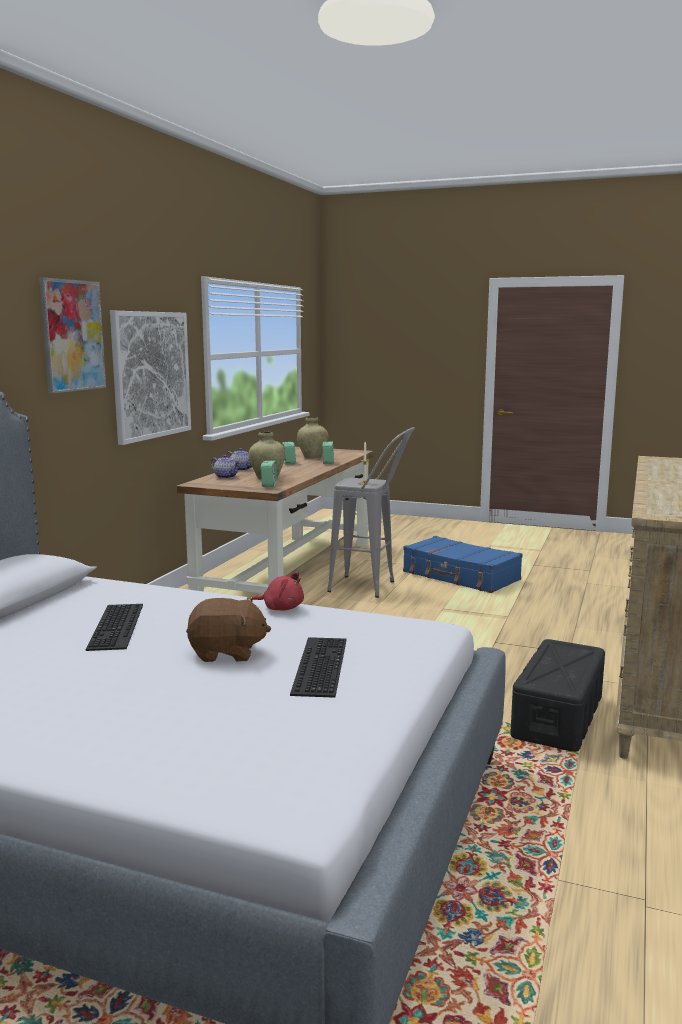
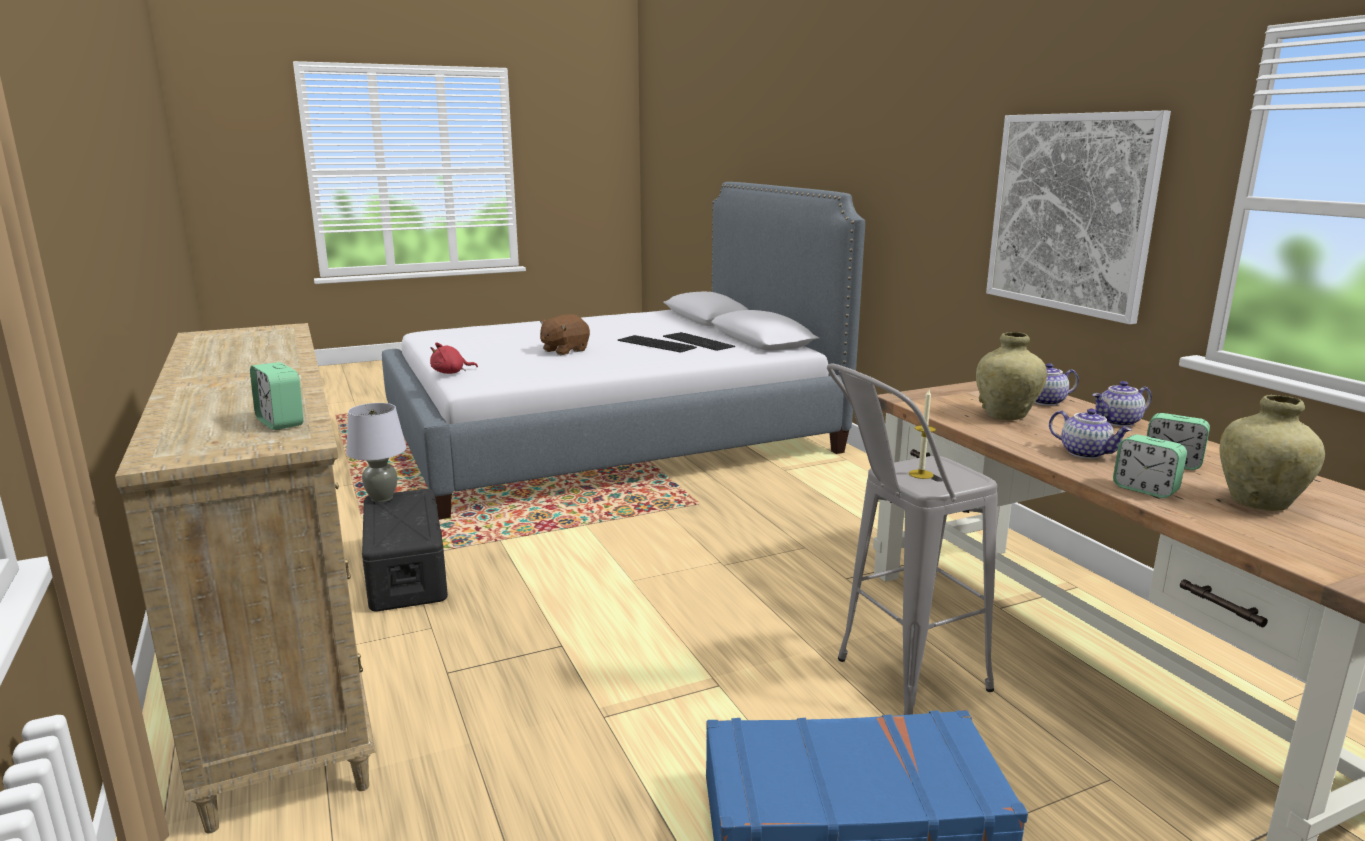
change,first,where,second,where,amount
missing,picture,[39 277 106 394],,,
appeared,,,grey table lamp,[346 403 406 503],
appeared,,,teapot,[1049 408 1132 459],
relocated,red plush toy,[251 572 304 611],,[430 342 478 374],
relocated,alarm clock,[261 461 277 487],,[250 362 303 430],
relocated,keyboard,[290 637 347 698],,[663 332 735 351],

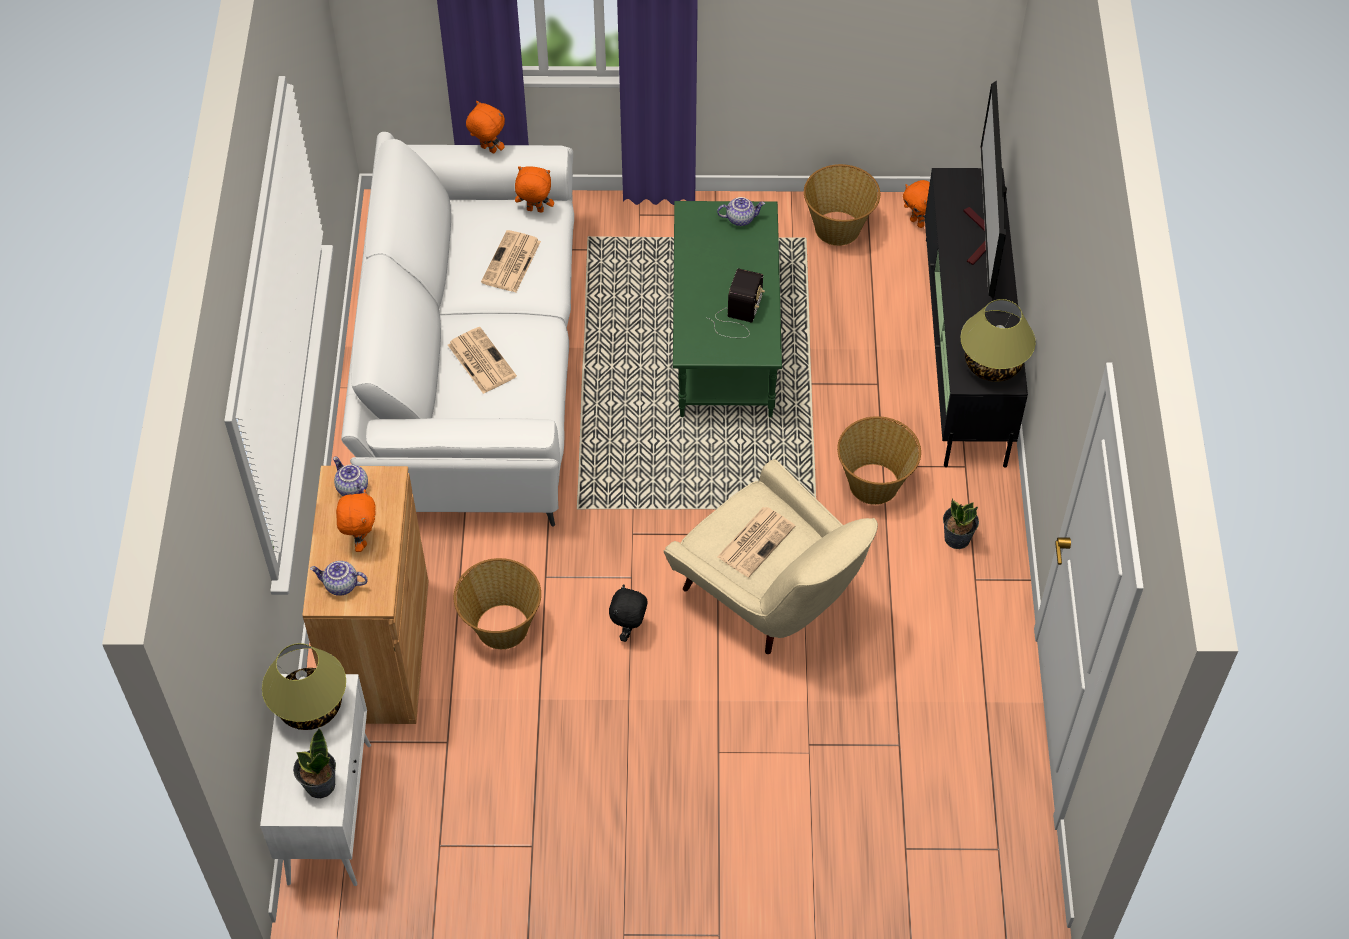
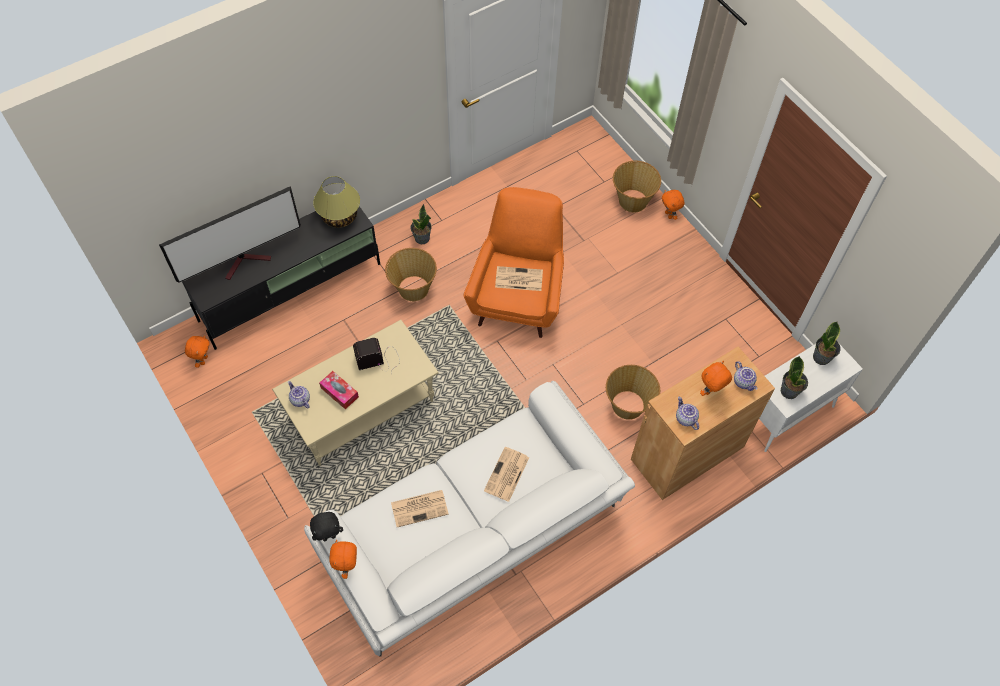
change,first,where,second,where,amount
appeared,,,tissue box,[319 371 359 409],
relocated,orange plush toy,[515 166 554 213],,[662 190 685 220],
relocated,black plush toy,[609 584 647 642],,[310 512 343 541],
relocated,basket,[804 164 880 246],,[613 161 661 212],
exchanged,table lamp,[262 643 346 730],potted plant,[781 356 808 399],
colour,beige armchair,[664 459 878 654],orange armchair,[463 187 564 338],
colour,green coffee table,[673 201 782 418],beige coffee table,[272 320 439 466],
spun,teapot,[333 457 368 496],,[676 397 699 430],135 degrees clockwise

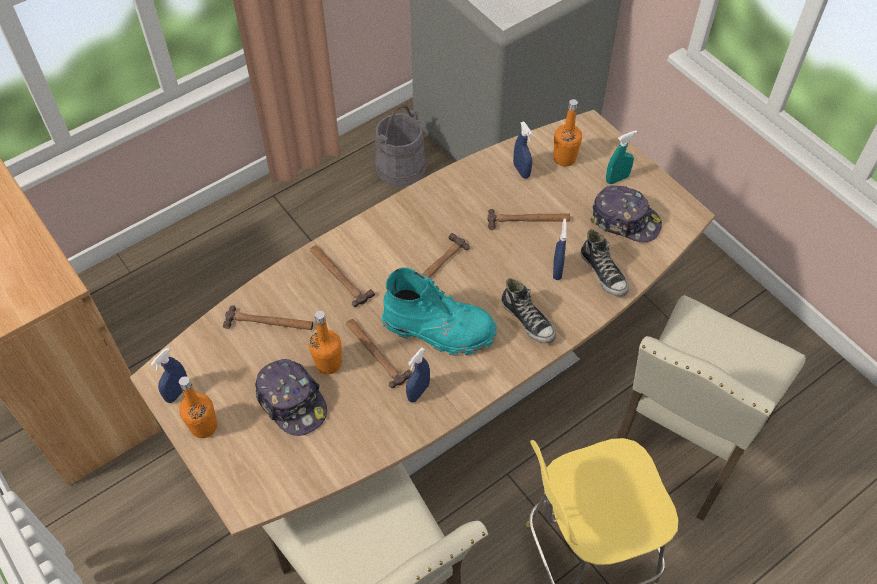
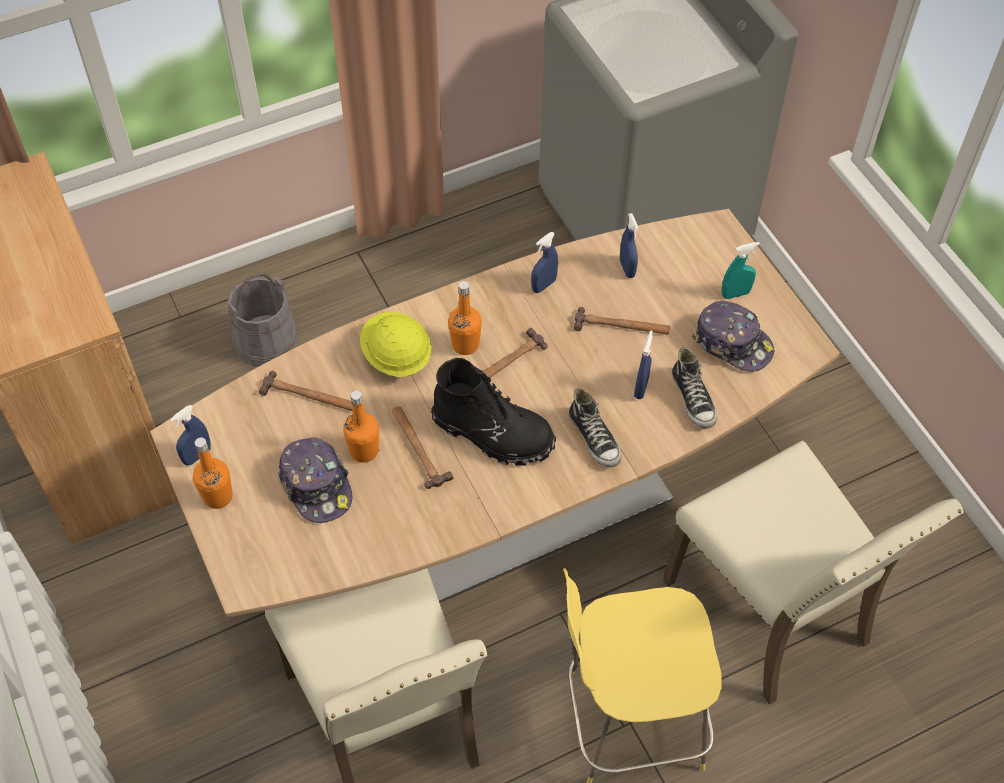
change,first,where,second,where,amount
relocated,grey bucket,[375 105 426 187],,[226 272 299 367],
relocated,blue spray bottle,[406 348 430 403],,[531 232 558 293],
relocated,orange bottle,[554 99 582 166],,[448 281 482 355],
exchanged,hammer,[310 245 375 307],yellow hard hat,[360 312 431 377],
colour,turquoise boot,[382 267 497 356],black boot,[431 358 556 466],
spun,beige chair,[616 295 806 521],,[663 440 964 705],75 degrees counterclockwise

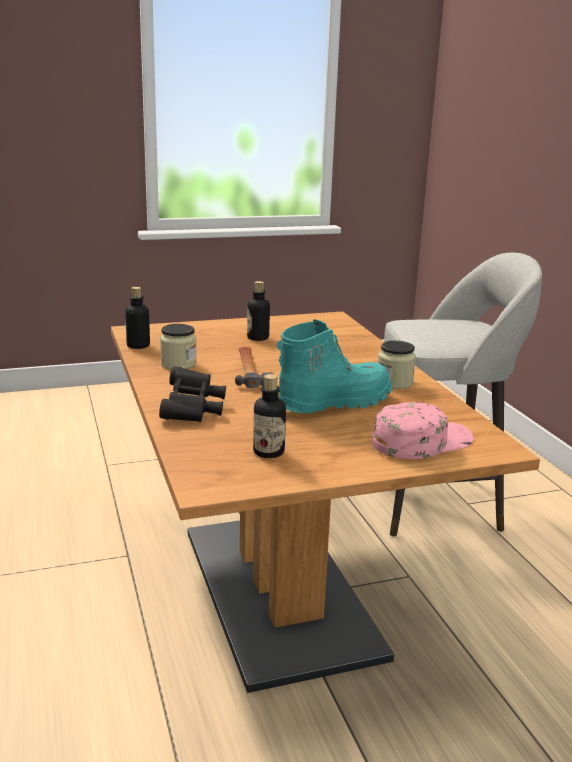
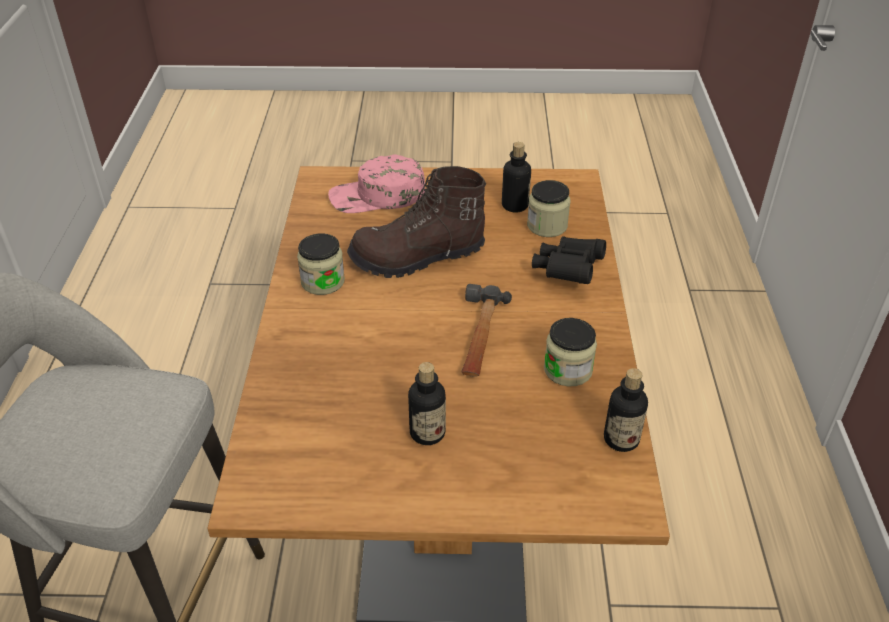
change,first,where,second,where,amount
appeared,,,jar,[527 180 571 237],
colour,turquoise boot,[277 319 392 414],brown boot,[347 166 486 278],

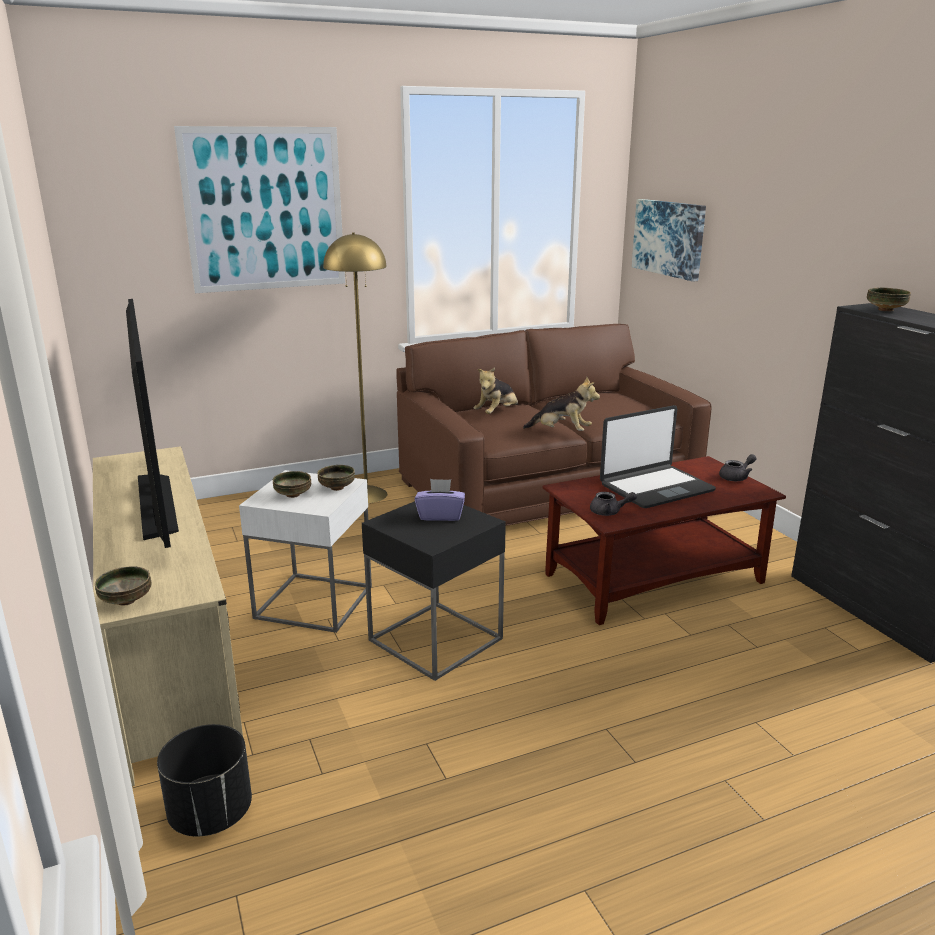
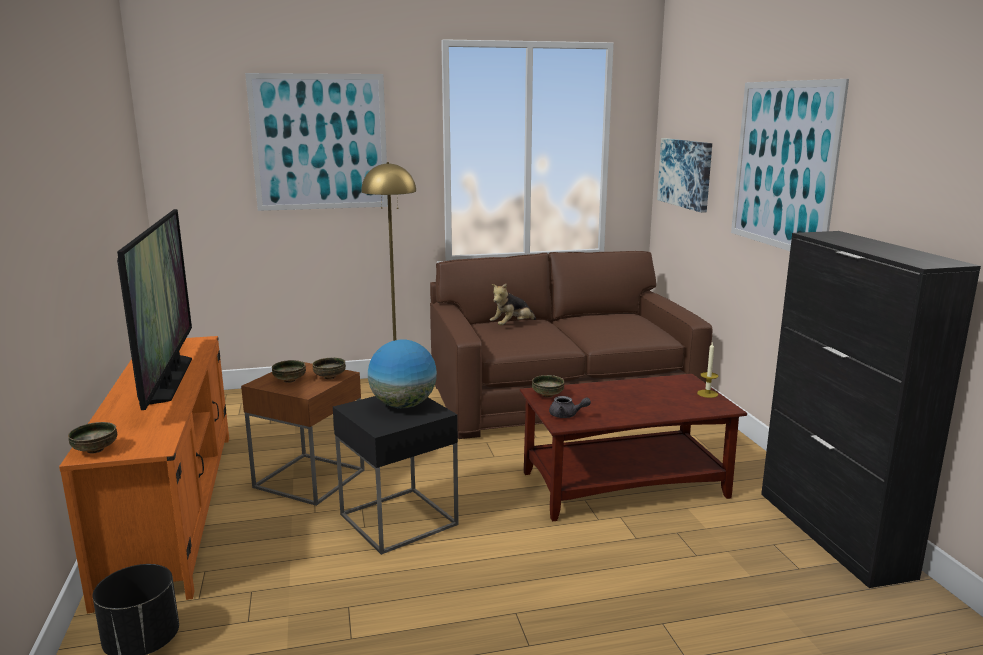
change,first,where,second,where,amount
missing,plush toy,[523 377 600 431],,,
missing,laptop,[600 405 716 508],,,
appeared,,,picture,[731 79 849 251],
relocated,bowl,[867 287 911 311],,[532 375 564 398],
exchanged,purple tissue box,[415 479 465 521],globe,[368 340 437 408],
exchanged,grey teapot,[719 454 756 481],candle,[697 343 718 398],
colour,beige tv stand,[93 446 243 787],orange tv stand,[59 336 229 613],
colour,white side table,[239 470 372 633],brown side table,[241 362 365 506],

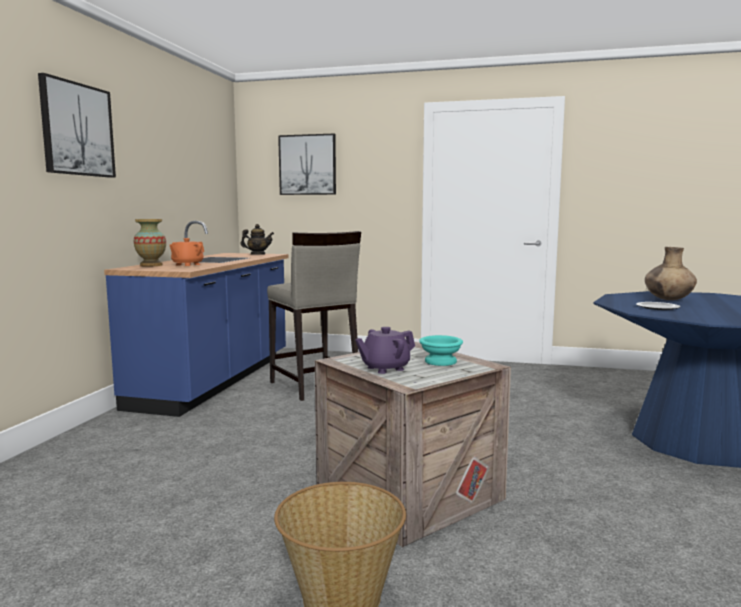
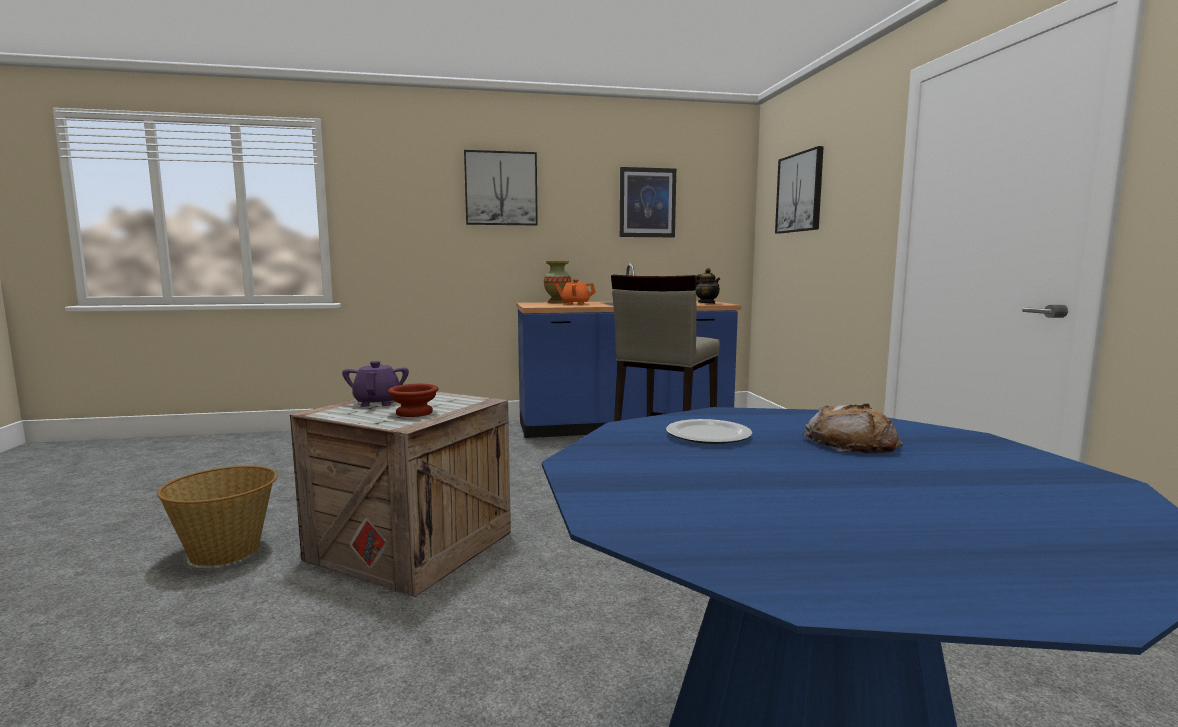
change,first,where,second,where,amount
appeared,,,picture,[620 167 676 237],
exchanged,brown vase,[645 247 697 300],bread,[803 403 903 454],
colour,turquoise bowl,[419 335 463 366],brown bowl,[388 384 439 417],
spun,purple teapot,[355 327 415 374],,[342 361 409 407],45 degrees clockwise

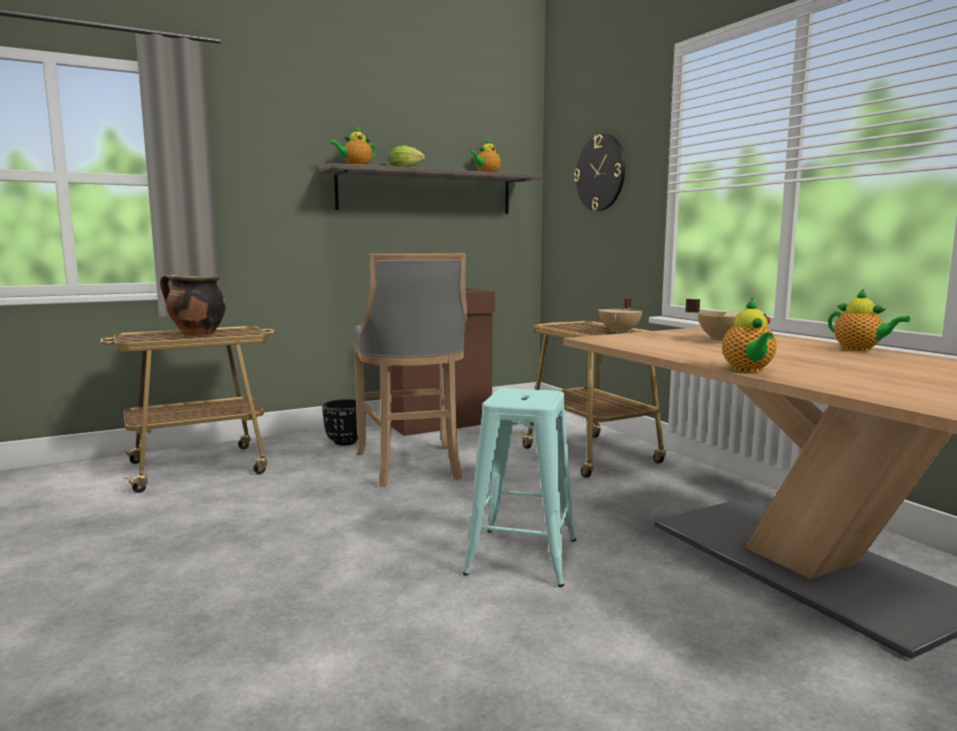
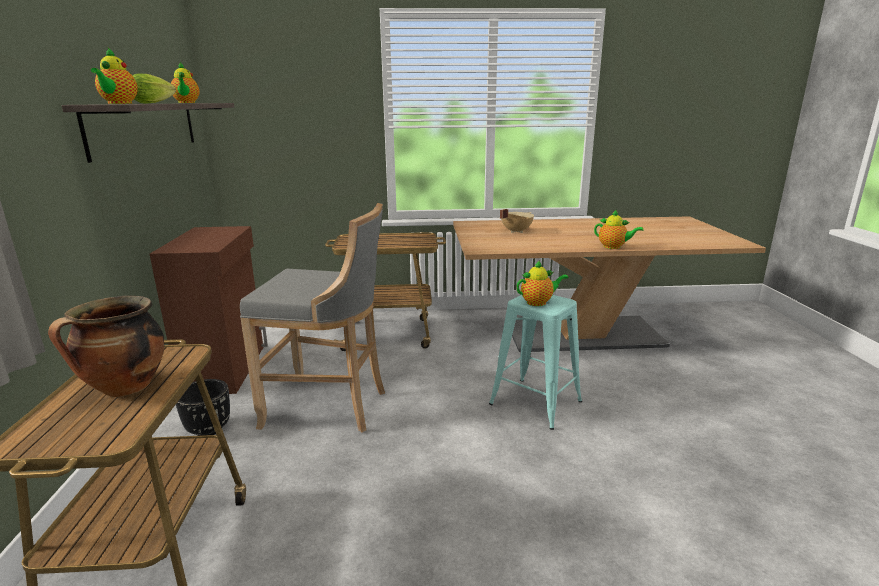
change,first,where,second,where,amount
missing,wall clock,[574 134 625 211],,,
missing,beige cooking pot,[598 297 642 333],,,
relocated,teapot,[828 289 910 351],,[516 261 569 306],

